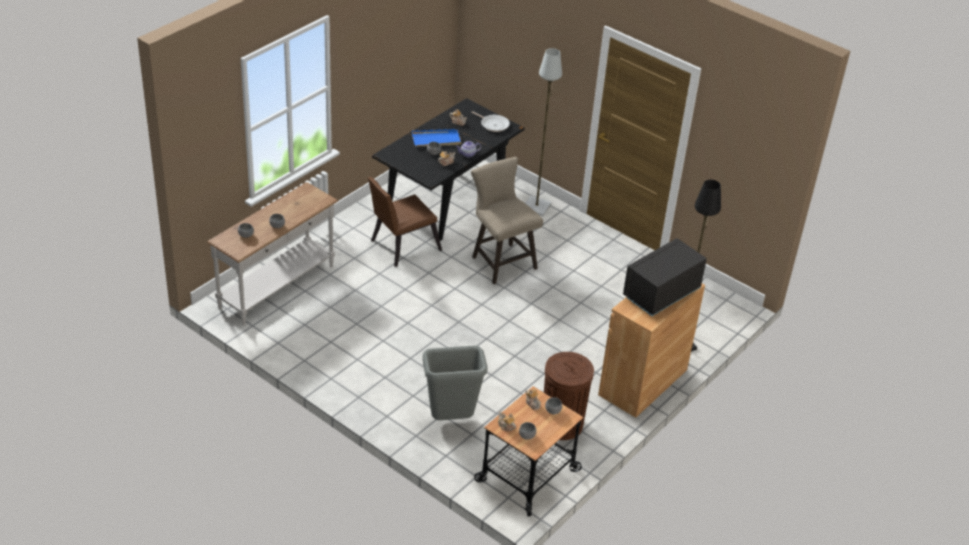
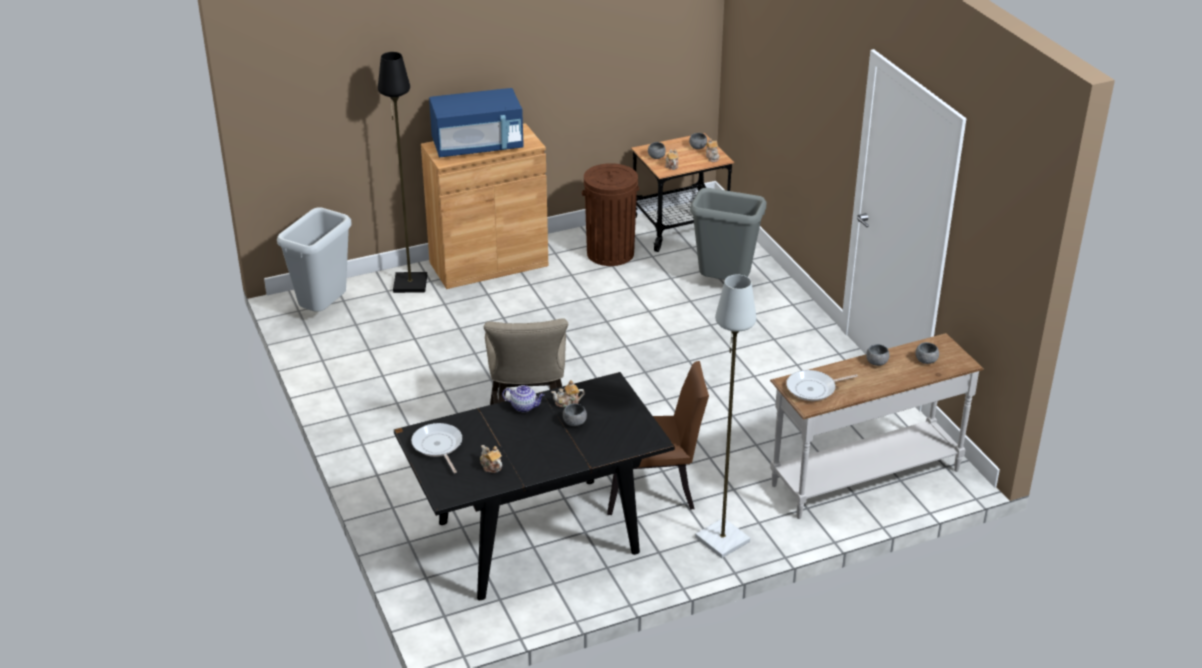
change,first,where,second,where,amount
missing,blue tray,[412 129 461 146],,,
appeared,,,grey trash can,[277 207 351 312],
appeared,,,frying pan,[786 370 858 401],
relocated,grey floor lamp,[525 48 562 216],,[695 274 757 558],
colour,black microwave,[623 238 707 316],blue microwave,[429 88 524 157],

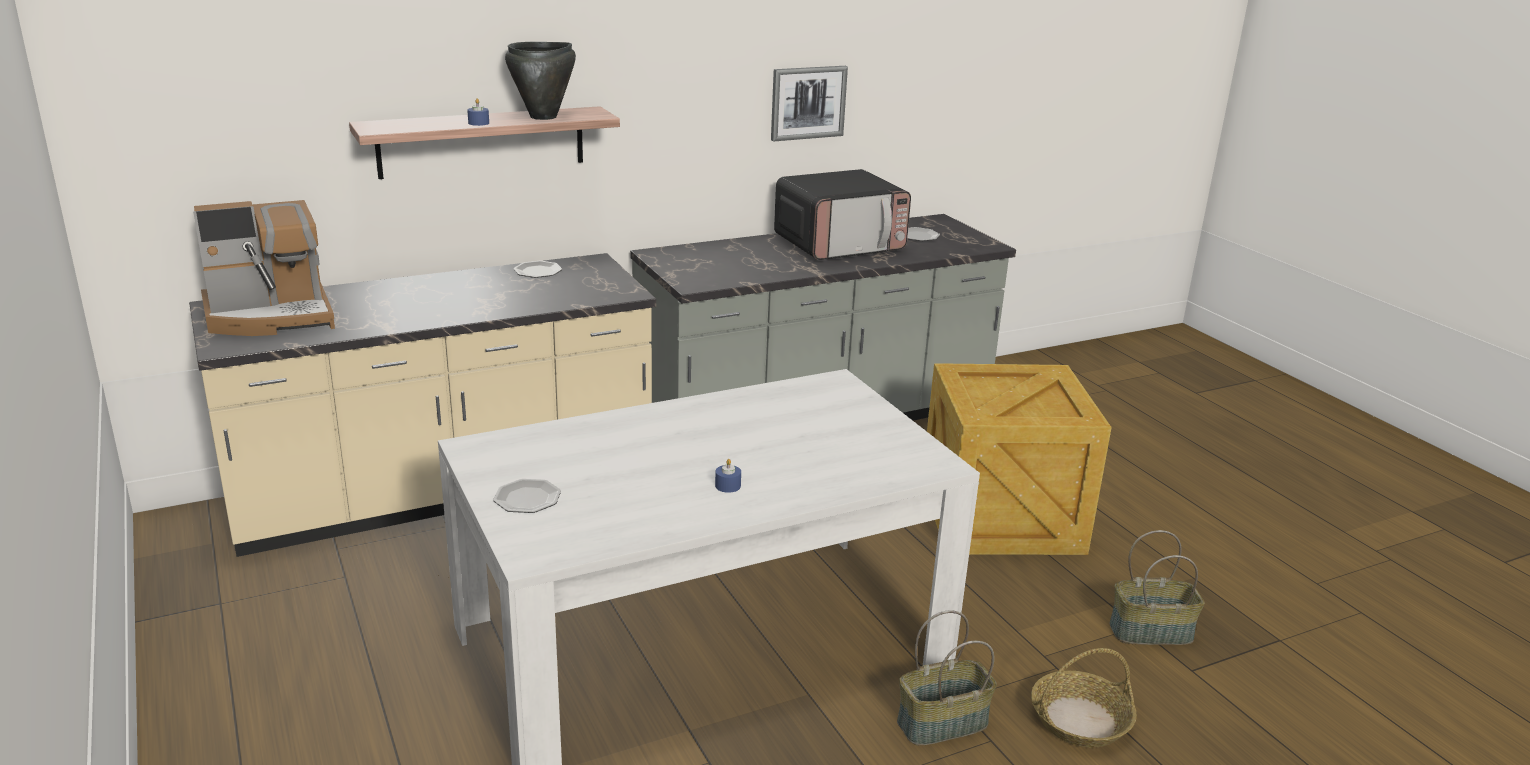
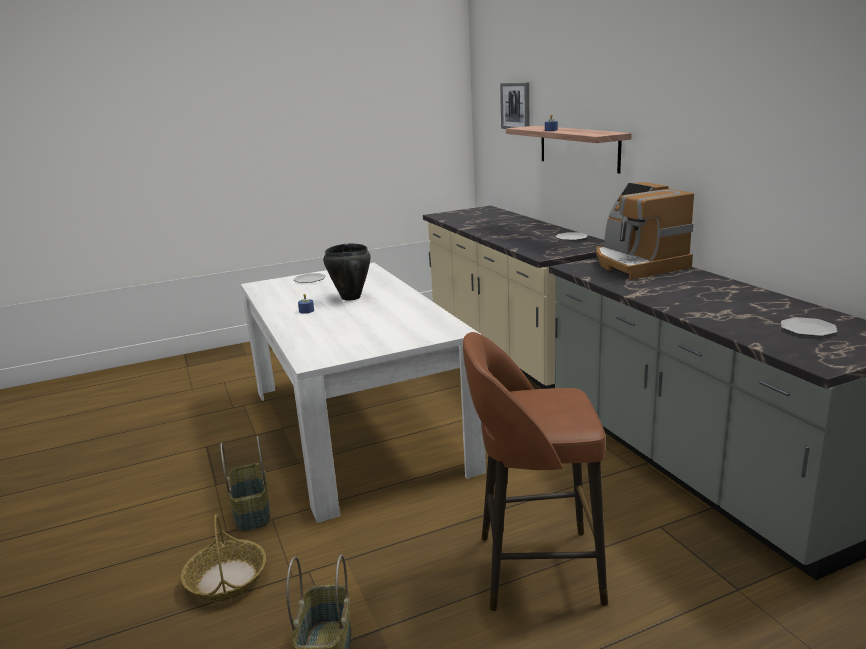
change,first,where,second,where,amount
missing,microwave,[774 169 911 260],,,
relocated,coffee machine,[193 200 335 336],,[596 182 694 280],
relocated,black cooking pot,[505 42 576 120],,[323 244 371 301],
relocated,picture,[771 66 848 141],,[500 82 530 129],
exchanged,crate,[927 363 1112 555],brown stool,[463 332 608 611],

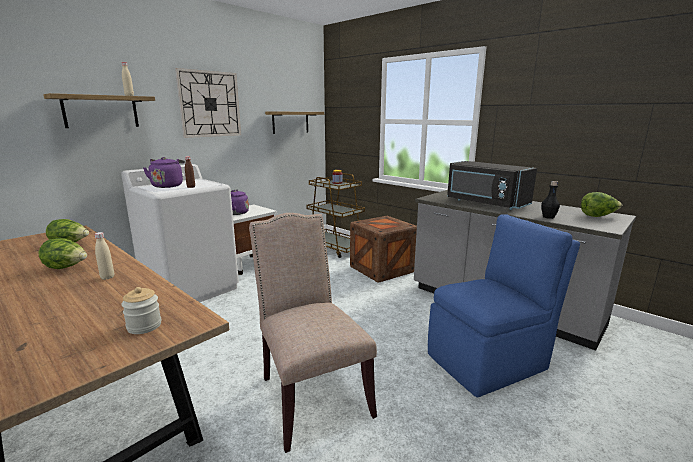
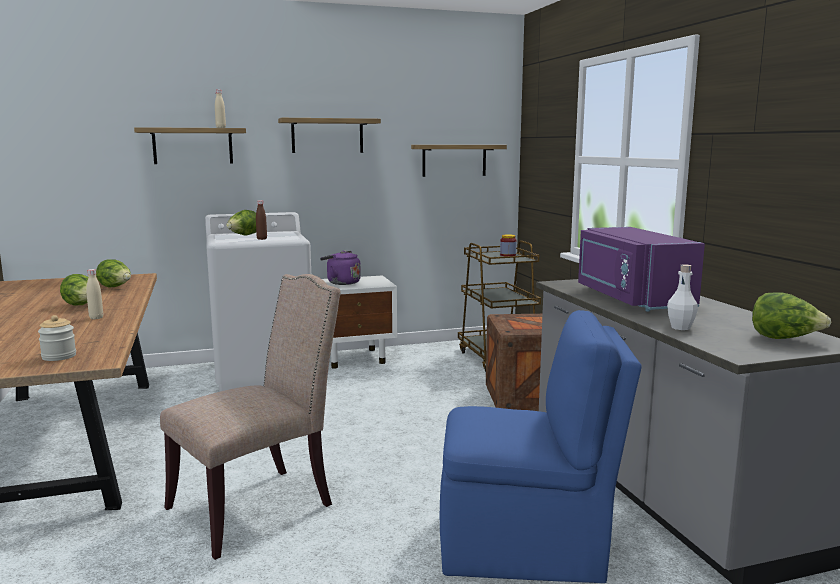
change,first,where,second,where,amount
exchanged,purple kettle,[143 157 185 188],lettuce,[226 210 256 236],
exchanged,wall clock,[175 68 241 138],shelf,[278 118 381 153],
colour,black microwave,[447 161 537 210],purple microwave,[578 227 705 312],
colour,black bottle,[541 181 560 219],white bottle,[667 264 698 330],
spun,beige chair,[249 213 377 453],,[160 274 341 560],45 degrees clockwise

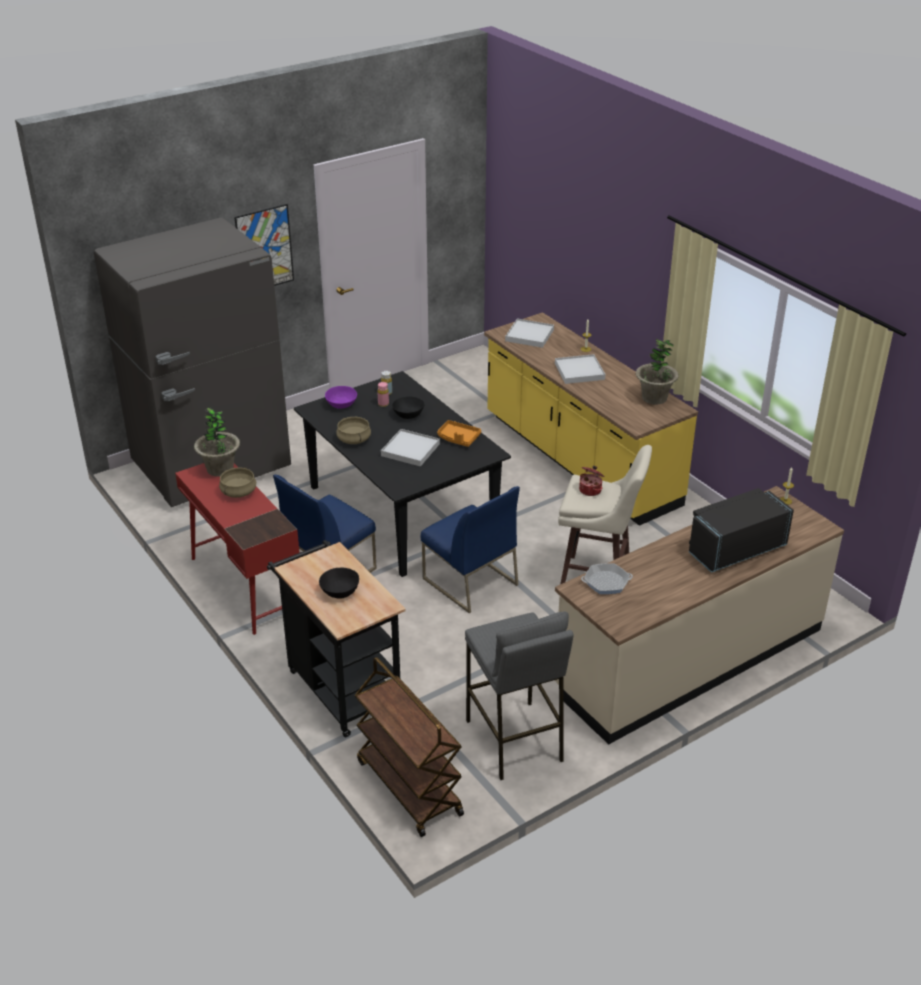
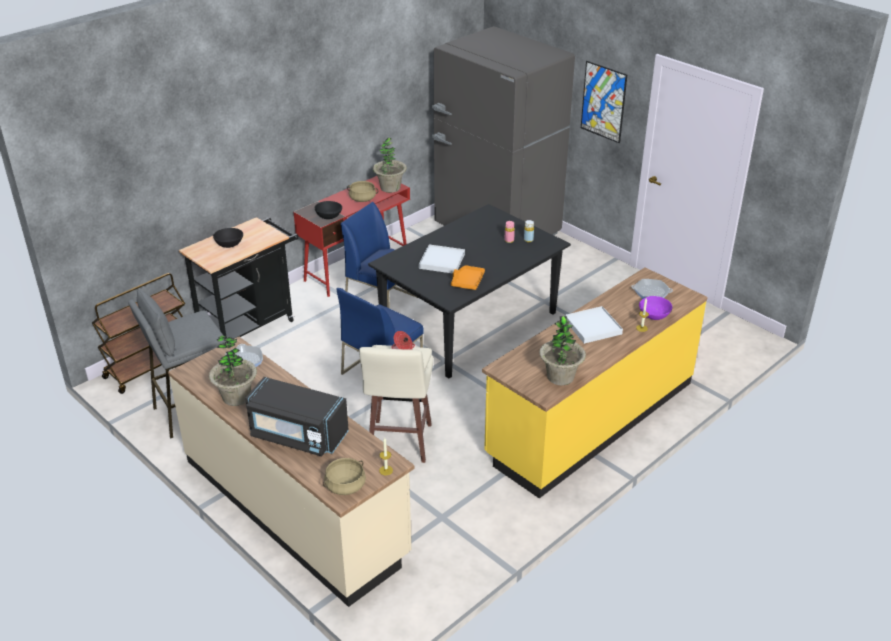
change,first,where,second,where,amount
appeared,,,potted plant,[209 336 257 406],
relocated,purple bowl,[325 386 357 409],,[639 296 672 320],
relocated,beige cooking pot,[336 417 371 444],,[323 458 366 495],
relocated,black bowl,[392 396 425 419],,[315 201 342 219],
exchanged,white tray,[505 319 554 348],frying pan,[631 279 673 299],
spun,black microwave,[689 488 794 573],,[245 377 349 456],150 degrees clockwise

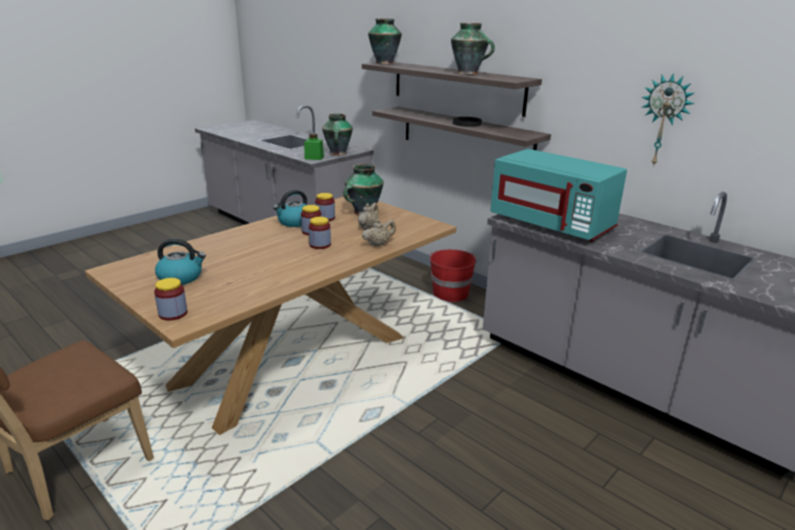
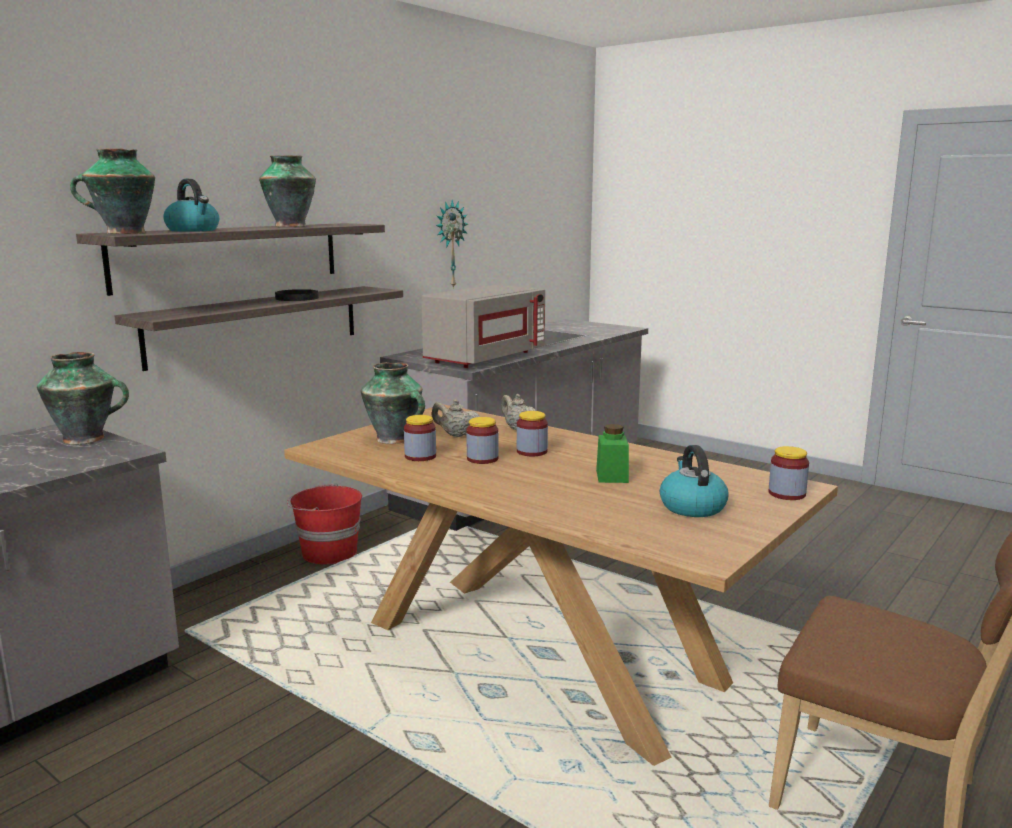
change,first,where,second,where,amount
relocated,kettle,[273 190 307 227],,[163 179 219 232],
relocated,green jar,[304 134 324 160],,[596 424 629 483],
colour,turquoise microwave,[490 149 627 241],grey microwave,[421 285 545 368],

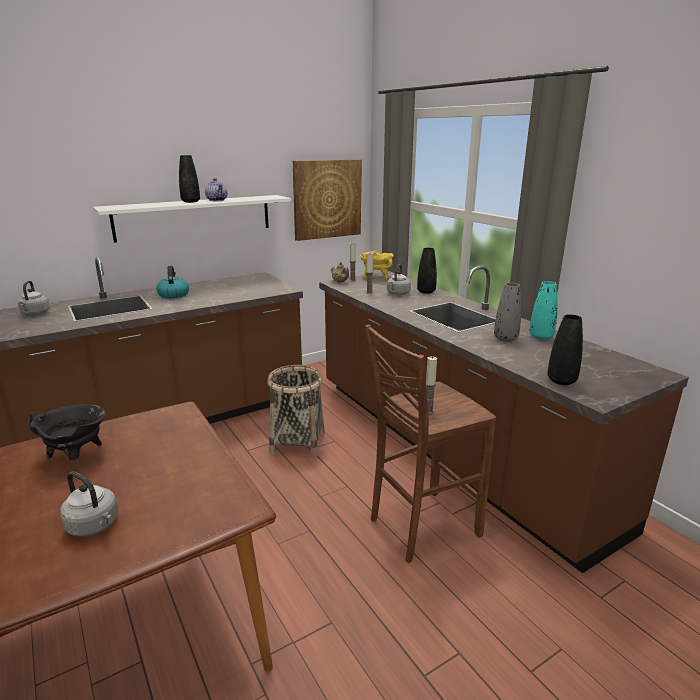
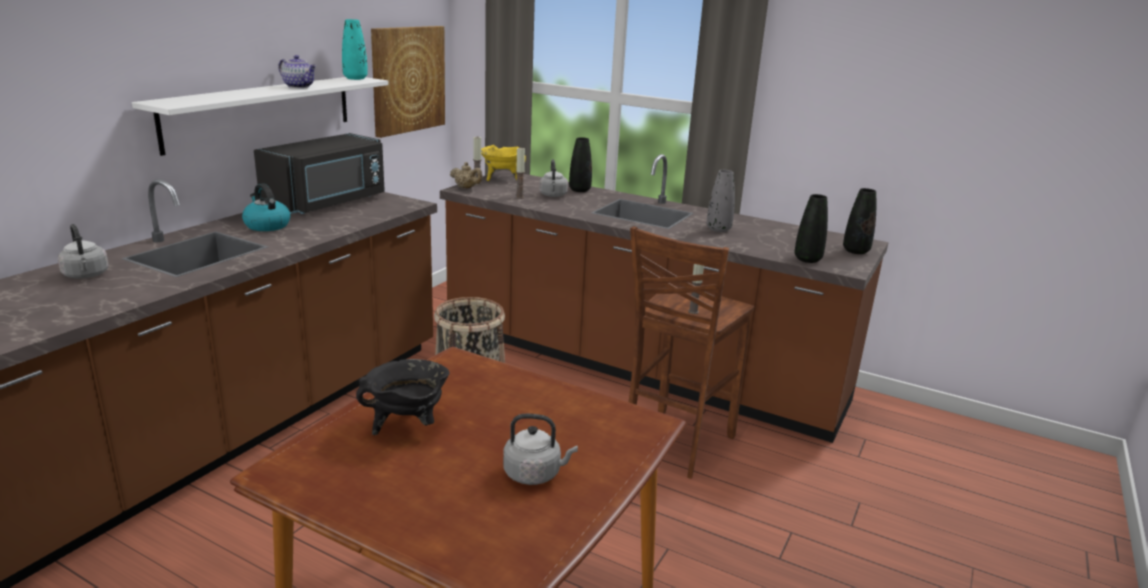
change,first,where,second,where,amount
appeared,,,black microwave,[254 133 385 214],
relocated,black vase,[179 155 200 203],,[843 188 876 254],
relocated,turquoise vase,[529 281 558 340],,[342 19 368 80],

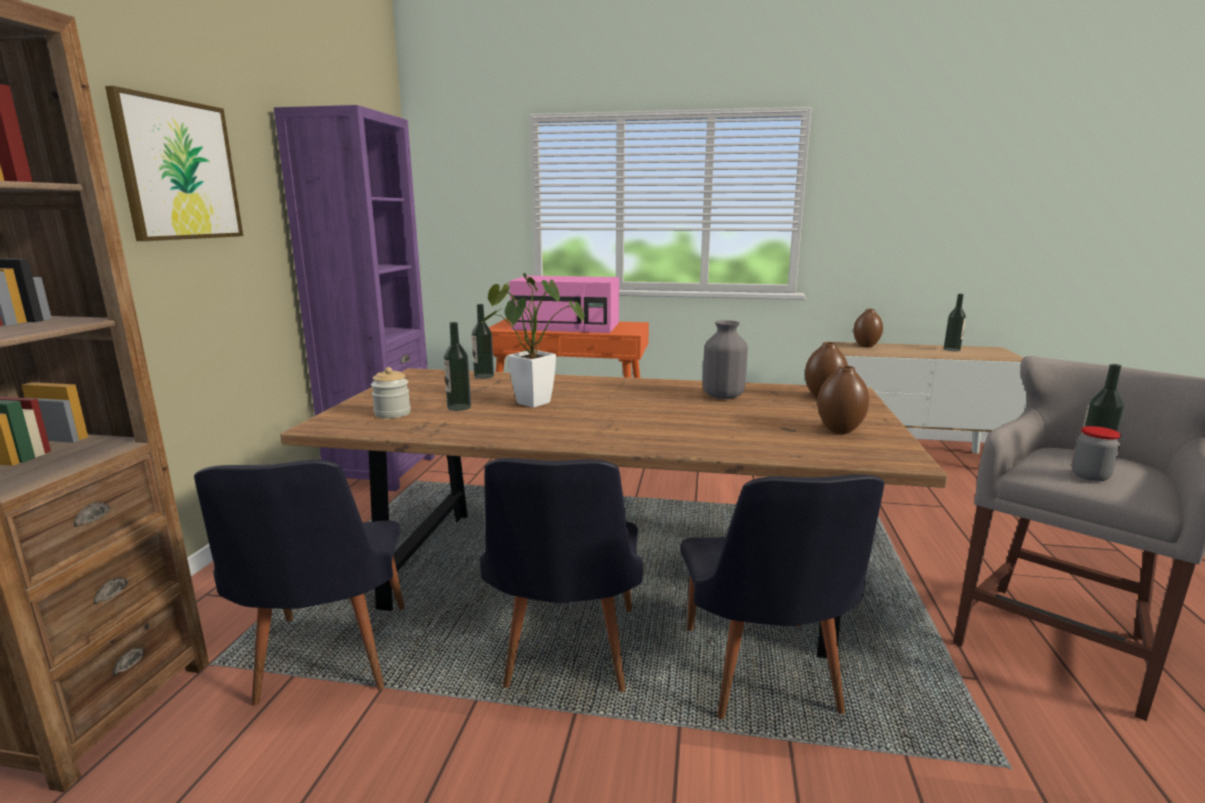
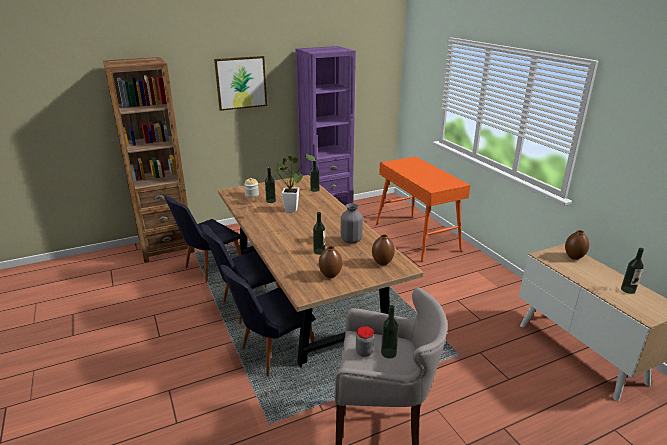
change,first,where,second,where,amount
missing,pink microwave,[509 276 619 333],,,
appeared,,,bottle,[313 212 325 255],

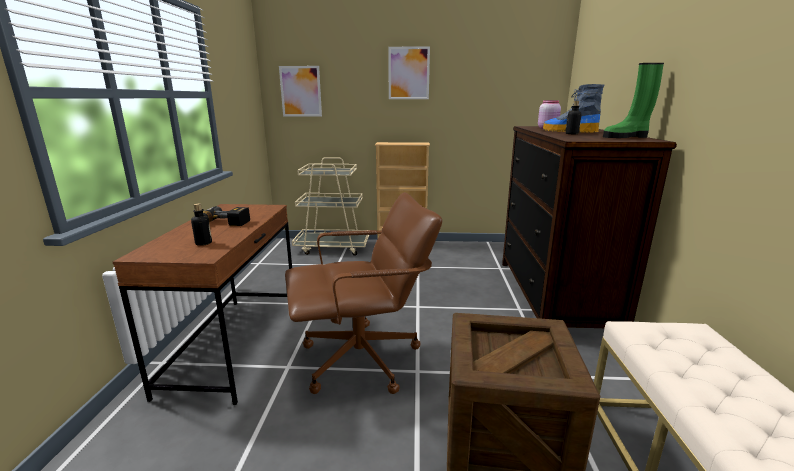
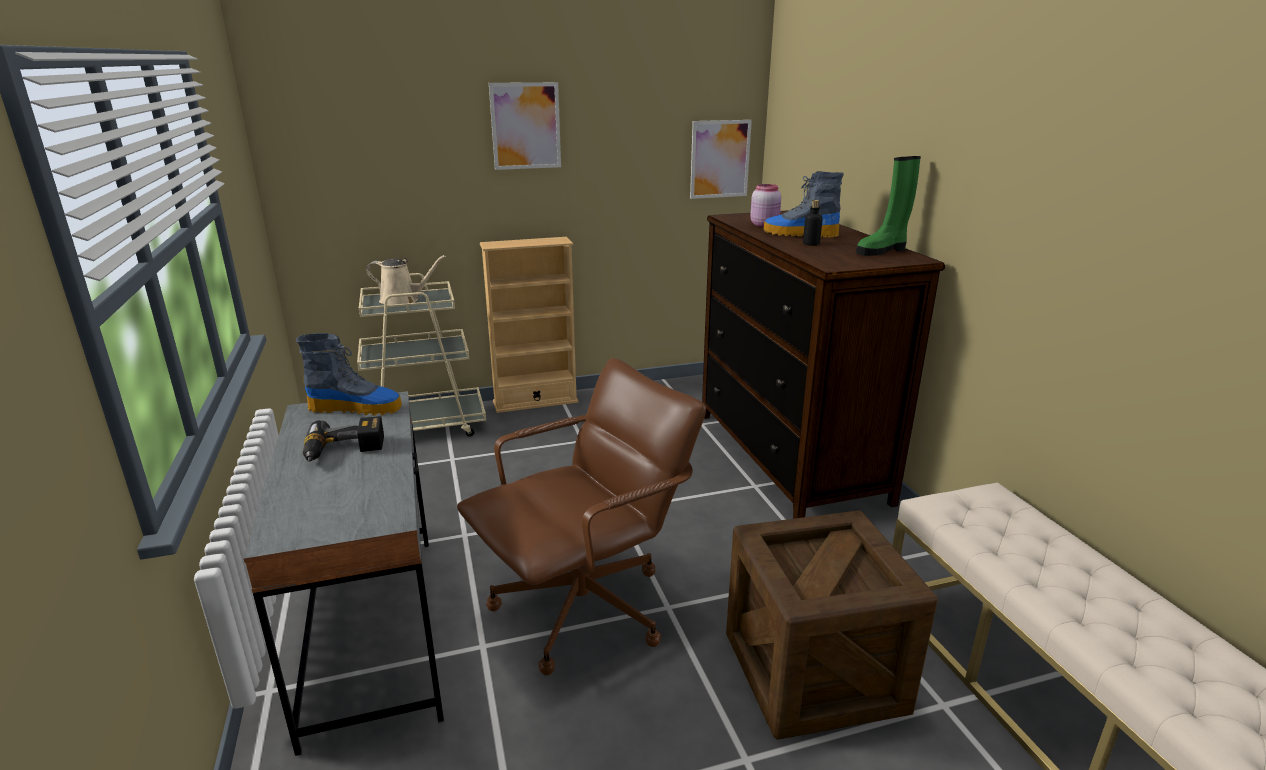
change,first,where,second,where,amount
missing,bottle,[191 203 212 246],,,
appeared,,,boot,[296 333 402 416],
appeared,,,beige watering can,[366 255 446 305],
relocated,picture,[279 66 322 117],,[690 120 752 199],
colour,brown desk,[113 204 292 405],grey desk,[244 391 444 756],

